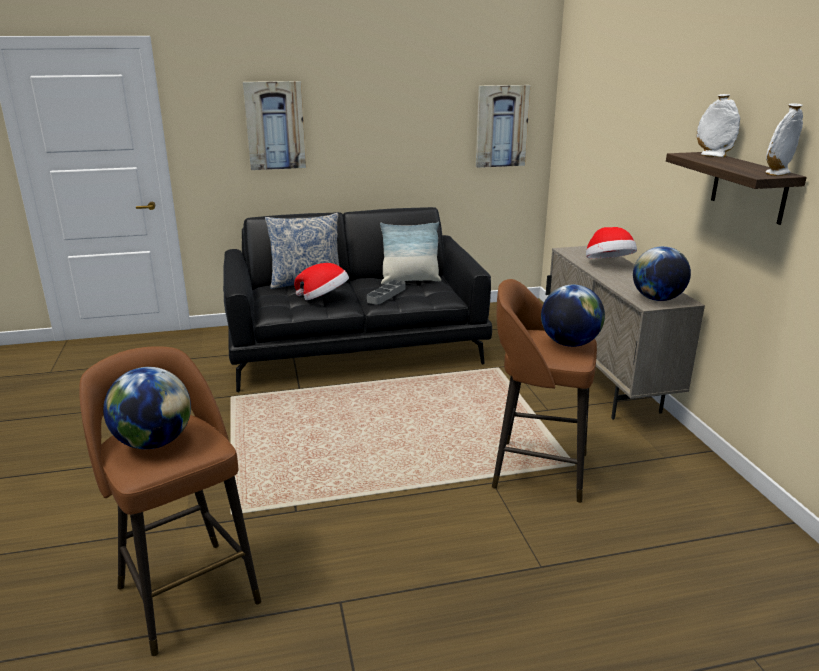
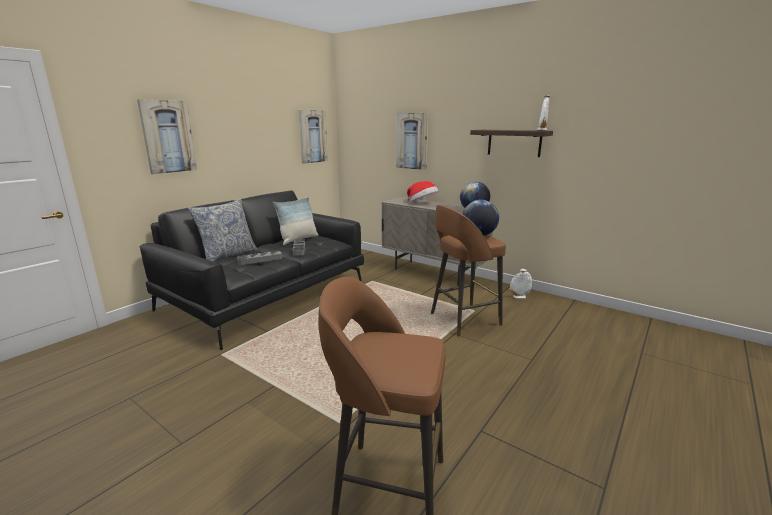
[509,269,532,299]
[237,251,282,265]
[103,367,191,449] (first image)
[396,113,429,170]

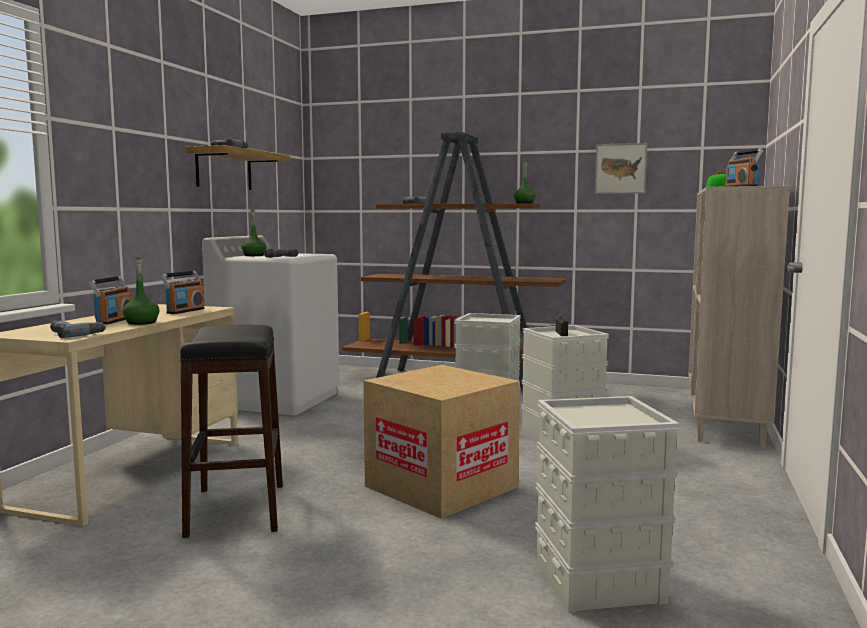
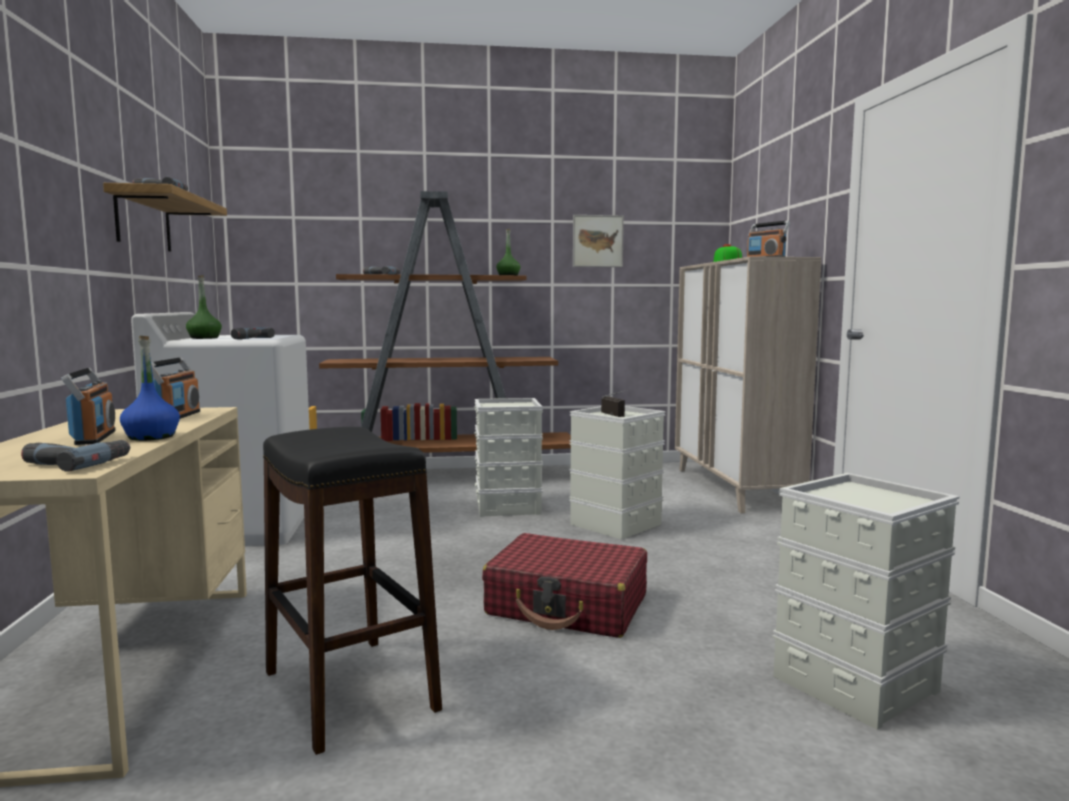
[120,336,180,441]
[482,533,647,638]

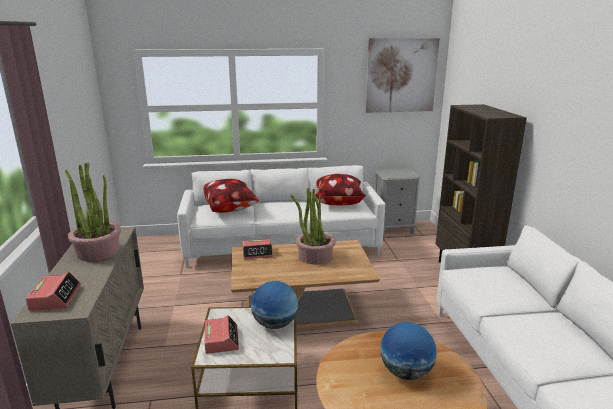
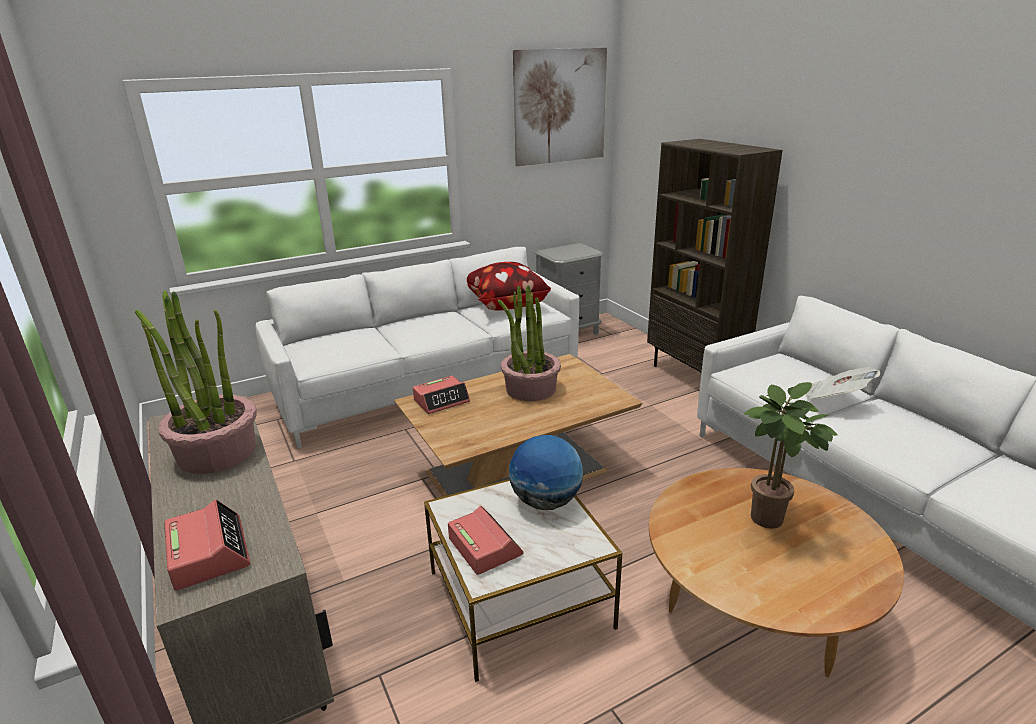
[204,179,259,213] (first image)
[744,382,837,529]
[806,367,880,400]

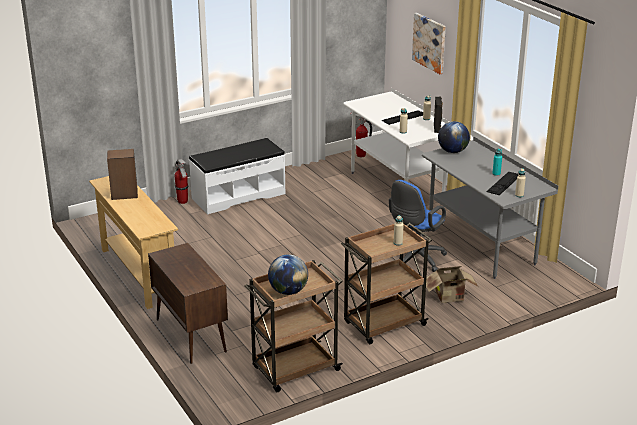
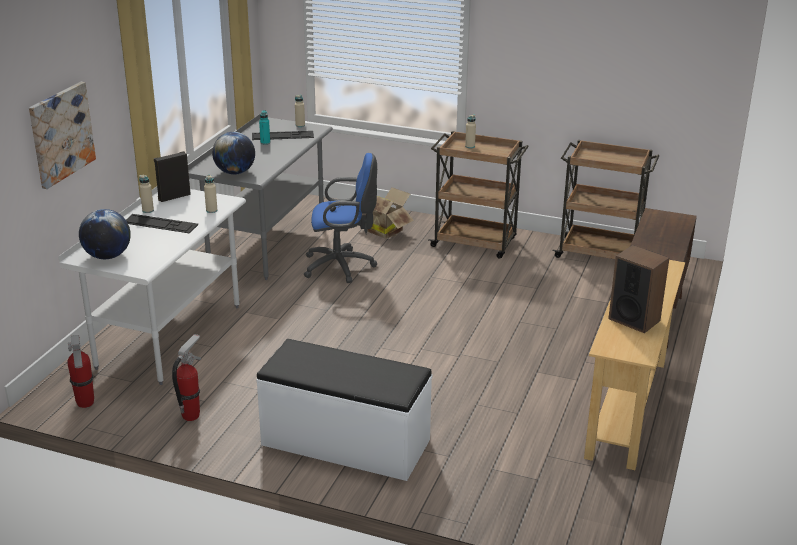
[172,334,201,421]
[79,209,131,259]

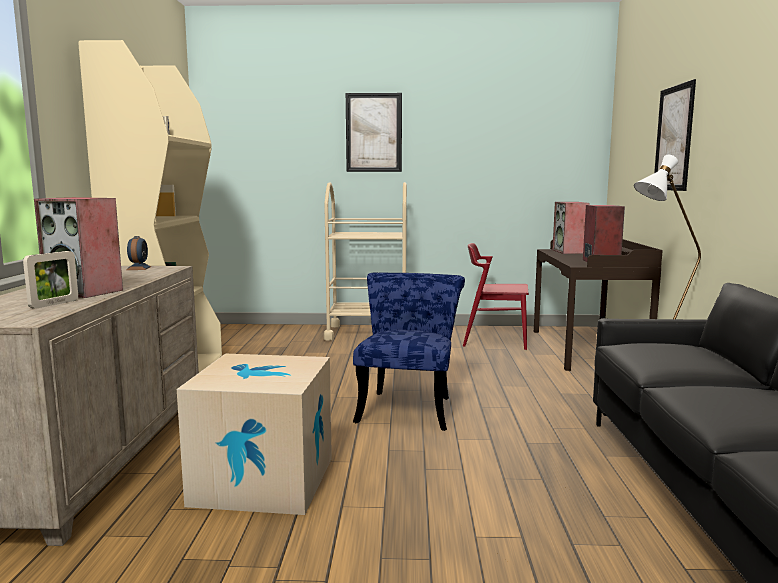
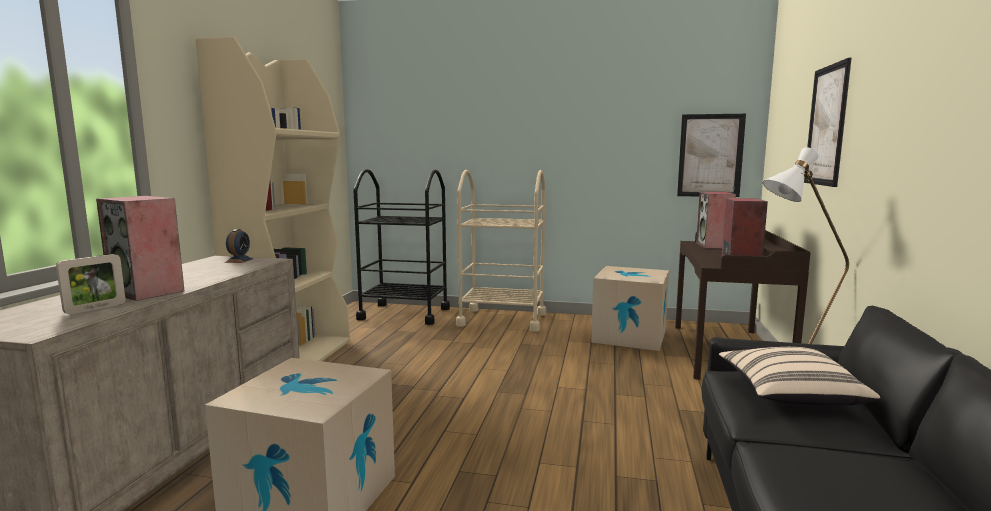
[677,114,746,197]
[591,266,669,351]
[353,273,465,431] (first image)
[354,169,450,325]
[719,347,880,406]

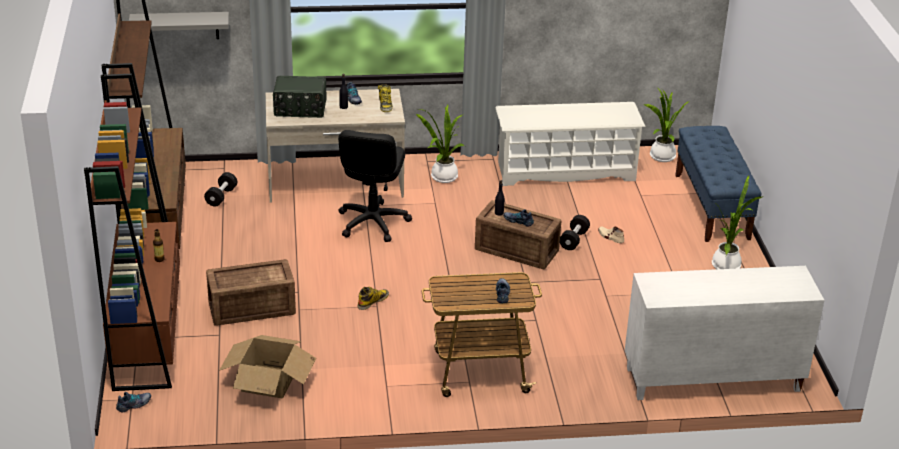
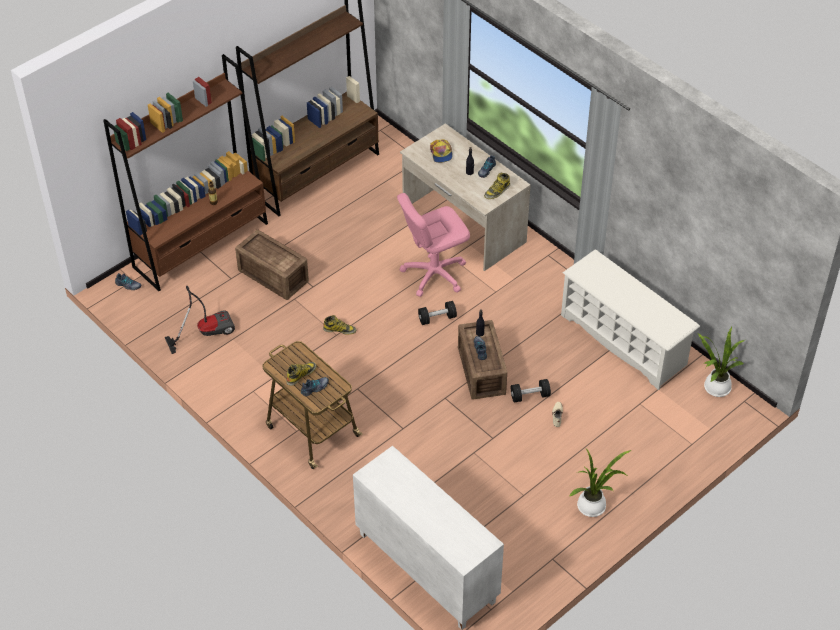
[129,12,229,39] (first image)
[430,139,453,163]
[416,105,465,183] (first image)
[675,126,761,242] (first image)
[397,193,470,297]
[418,301,457,325]
[165,286,235,354]
[286,362,317,386]

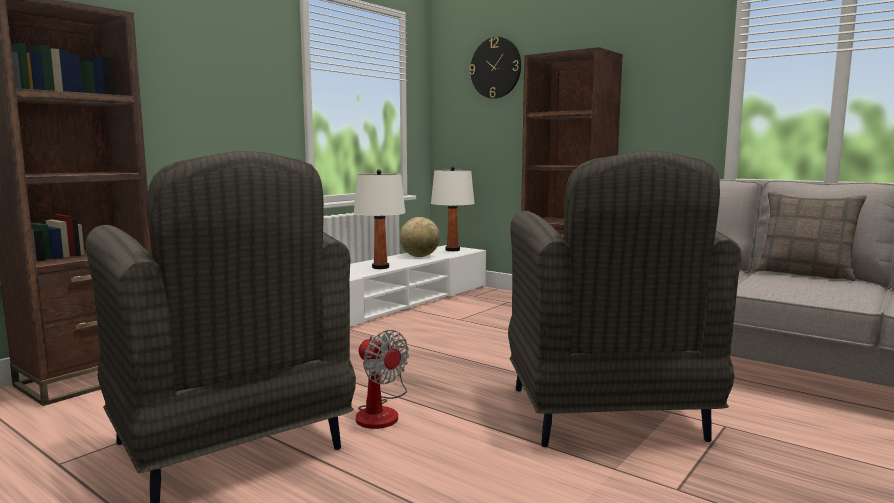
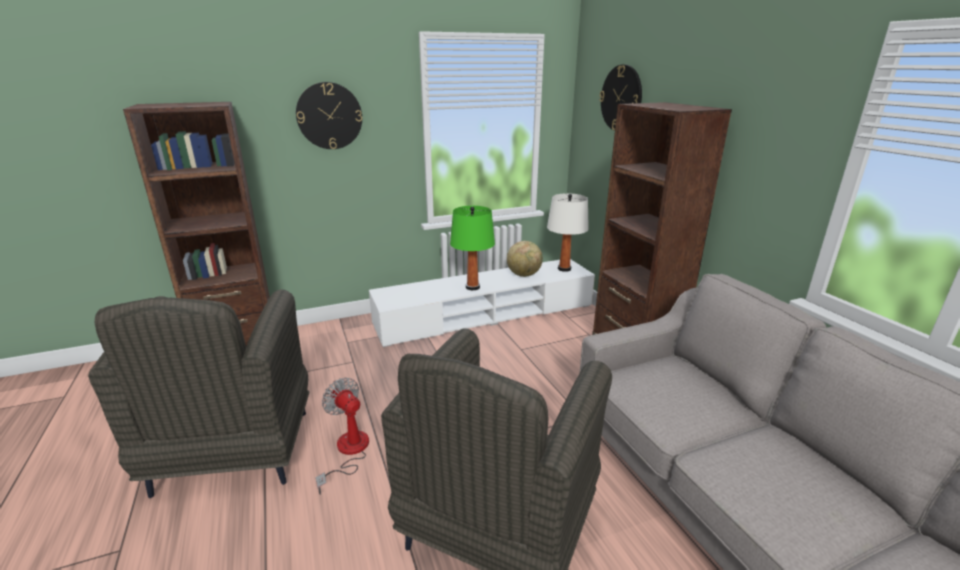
[450,206,495,290]
[756,191,867,281] (first image)
[315,378,369,495]
[296,82,362,149]

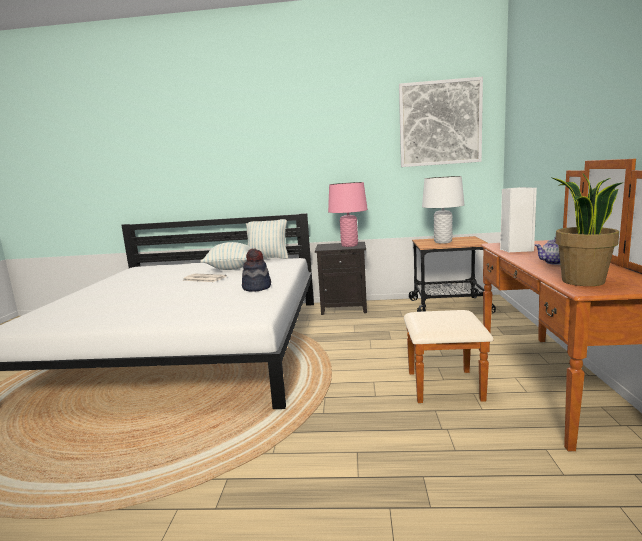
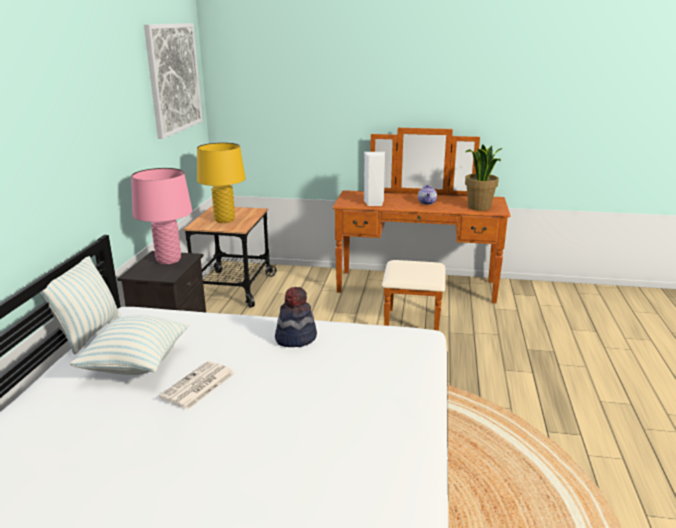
[197,143,246,223]

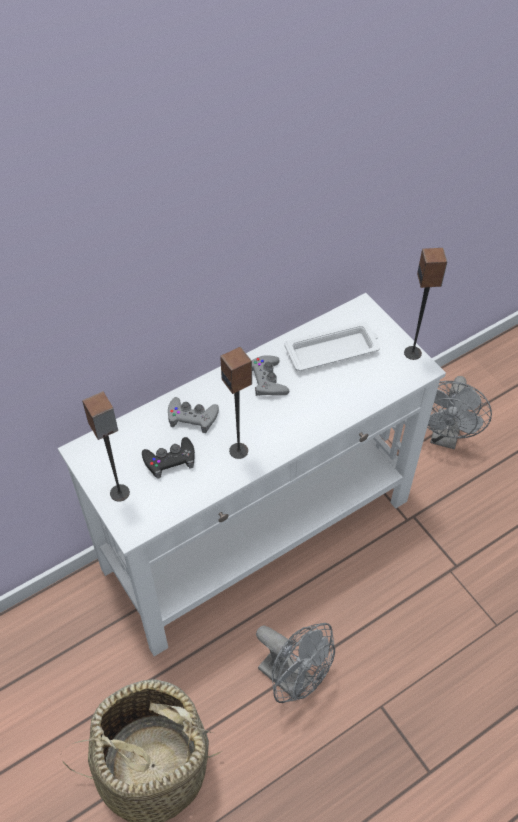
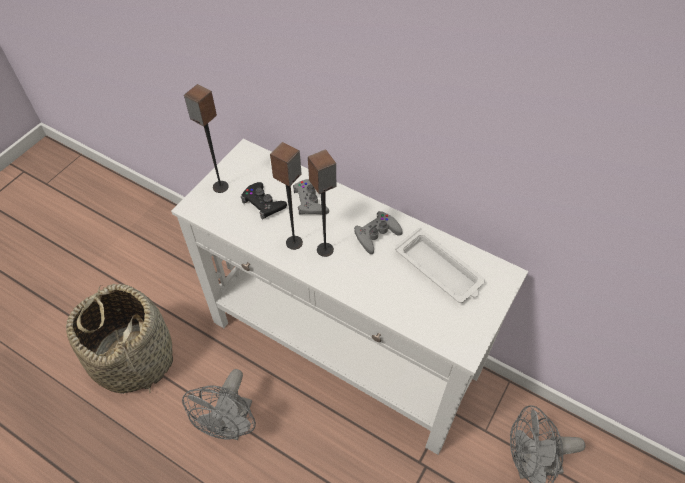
[308,149,336,257]

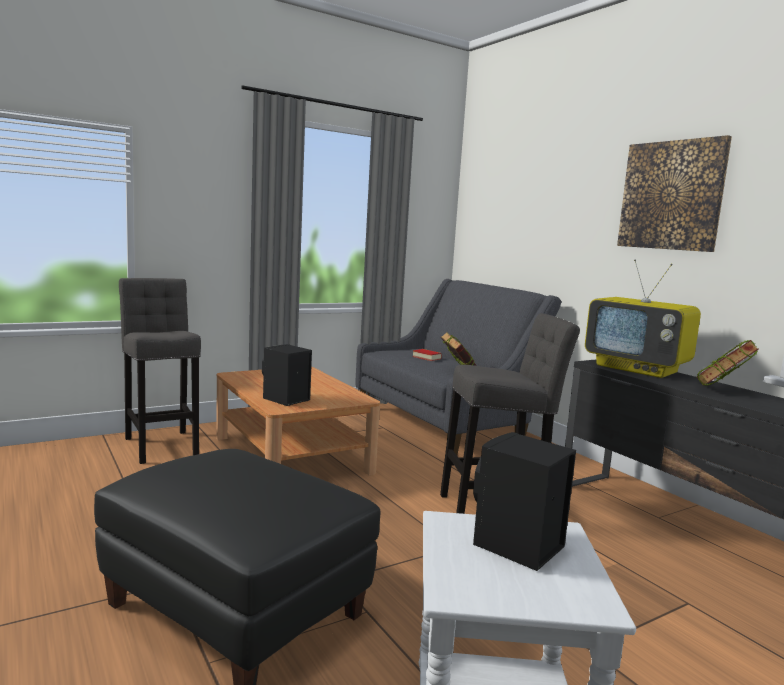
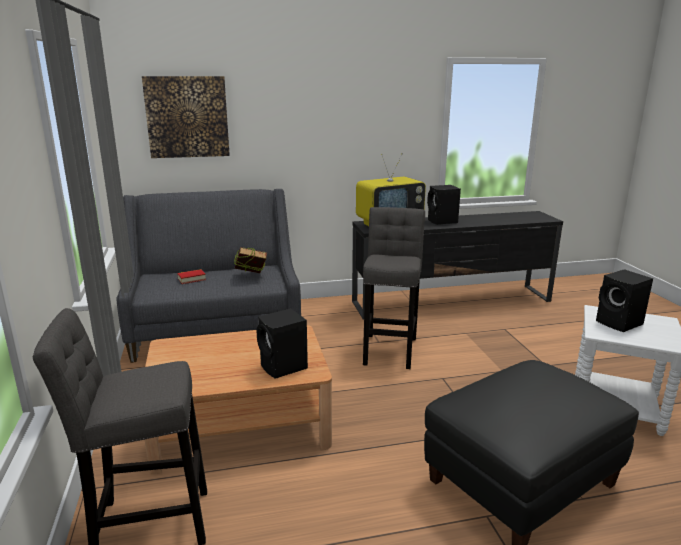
[142,76,230,158]
[427,185,461,225]

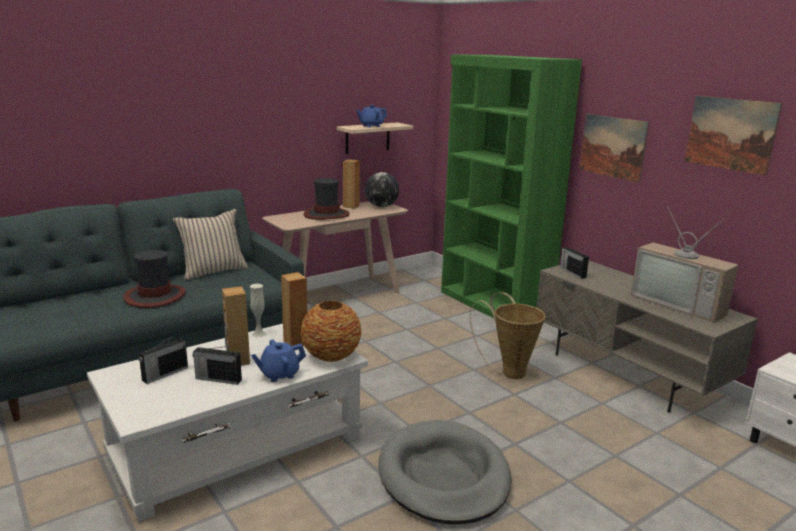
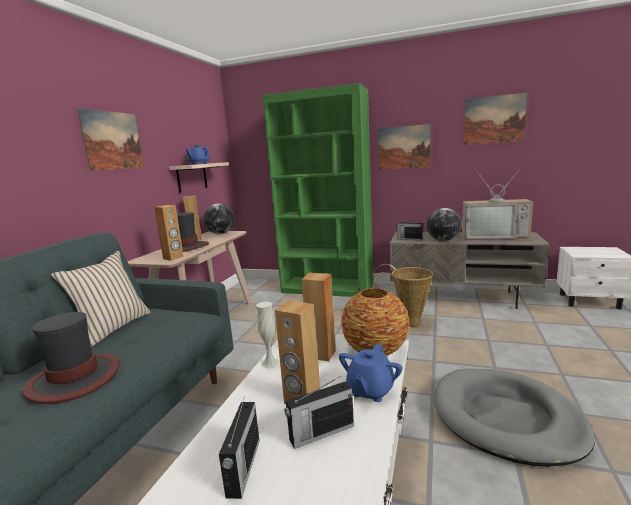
[77,108,144,171]
[154,205,184,261]
[427,208,462,241]

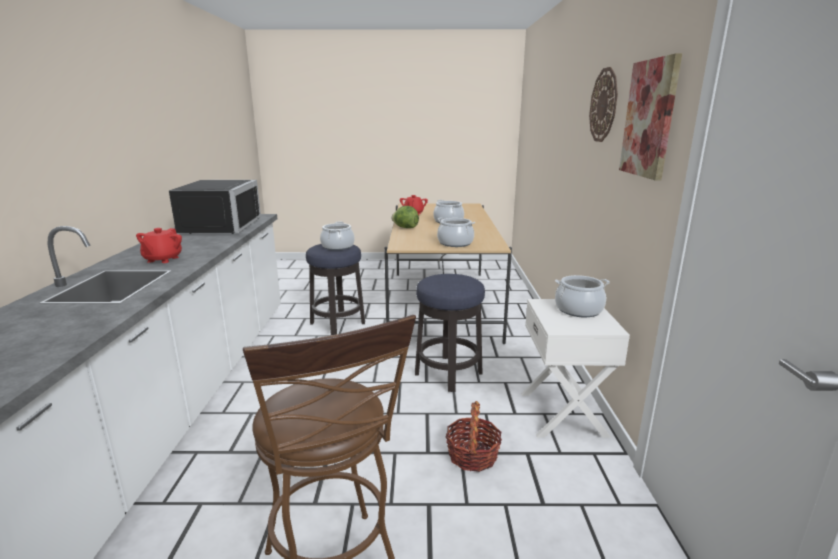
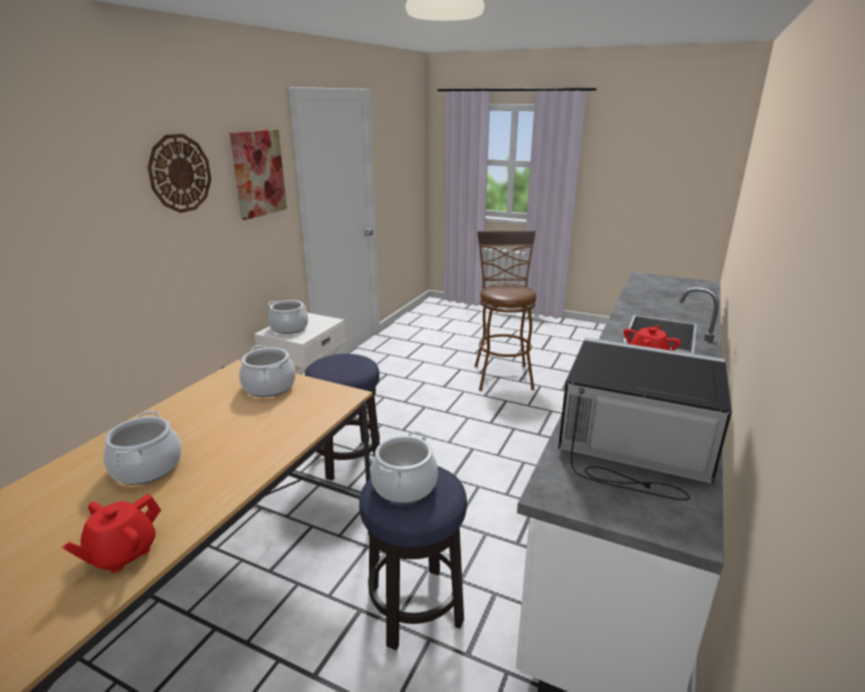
[558,337,732,500]
[391,206,419,228] (first image)
[446,401,502,472] (first image)

